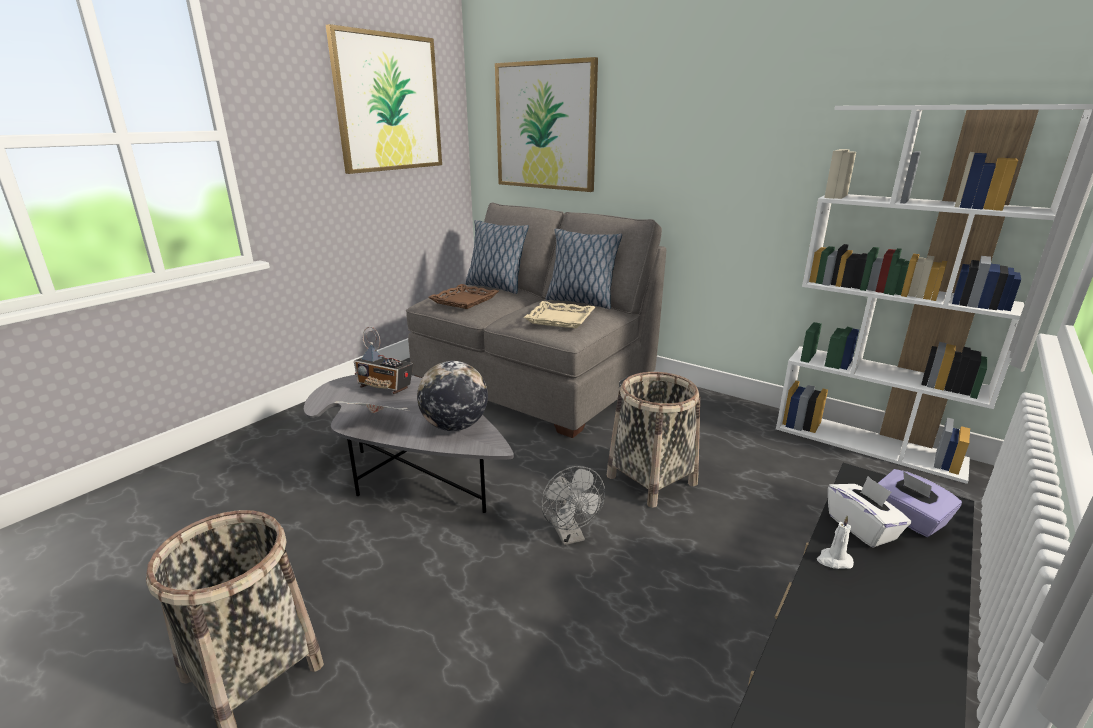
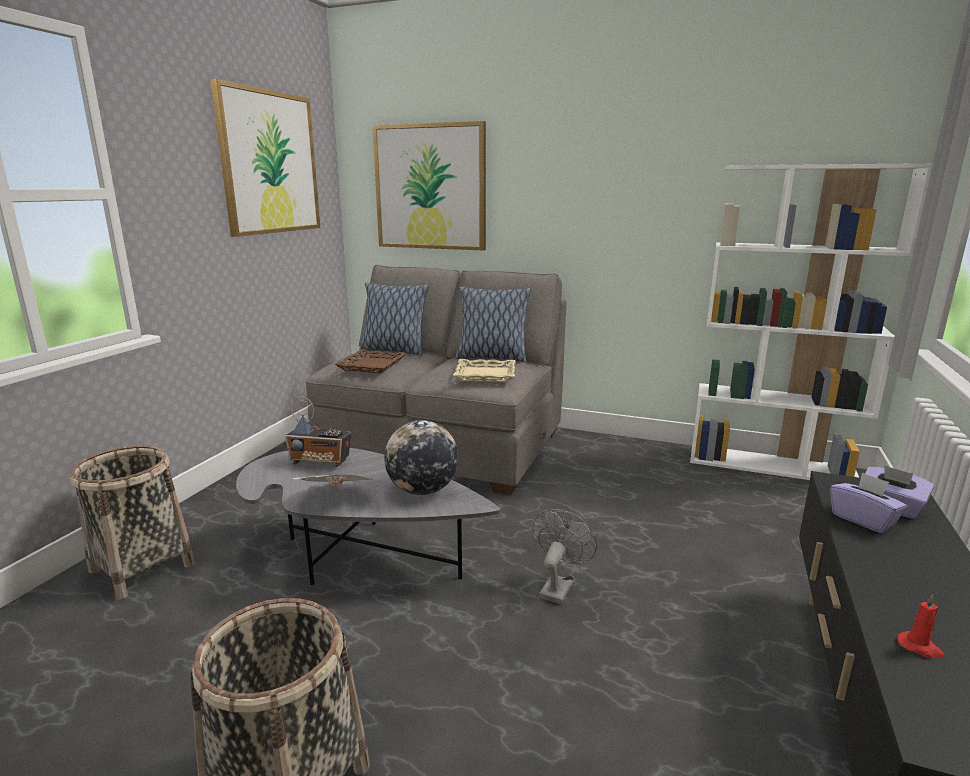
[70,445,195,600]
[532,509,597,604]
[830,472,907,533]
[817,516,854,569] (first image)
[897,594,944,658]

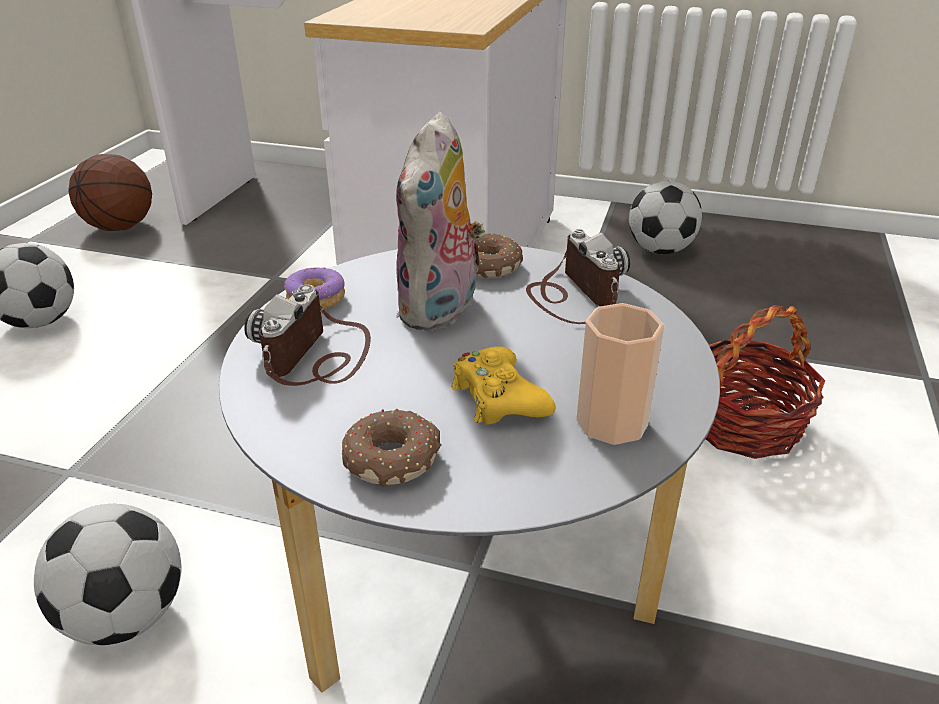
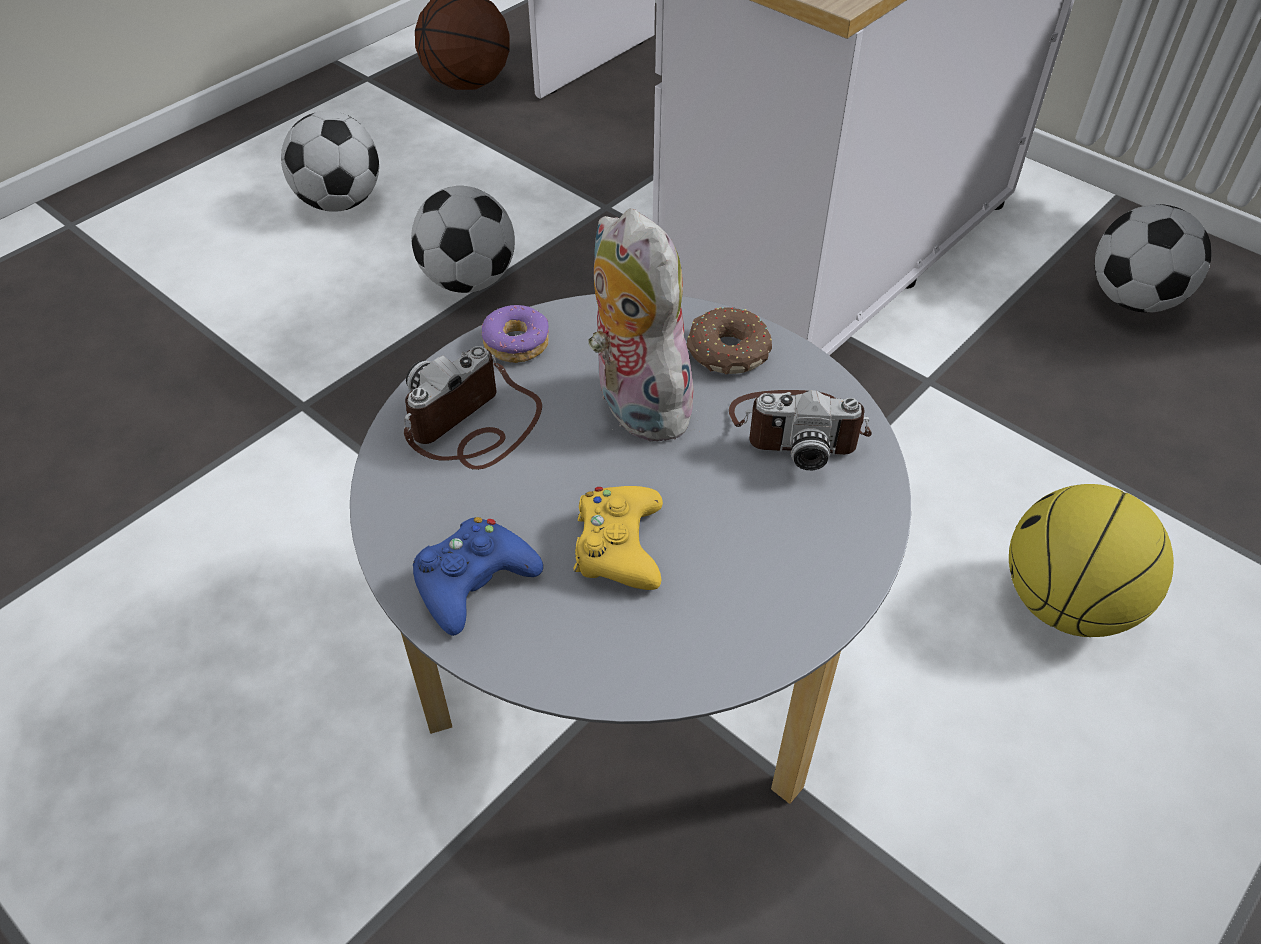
[588,208,700,442]
[729,390,872,470]
[576,303,664,445] (first image)
[1009,484,1174,637]
[413,517,543,636]
[411,186,515,293]

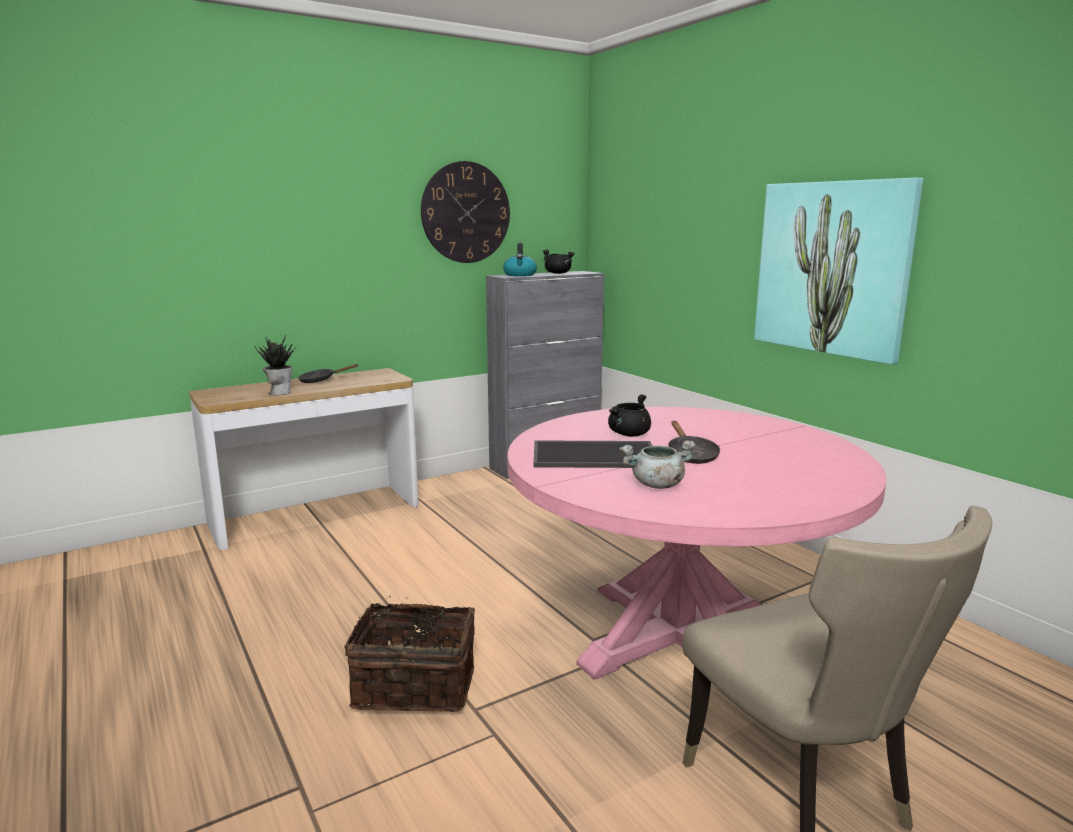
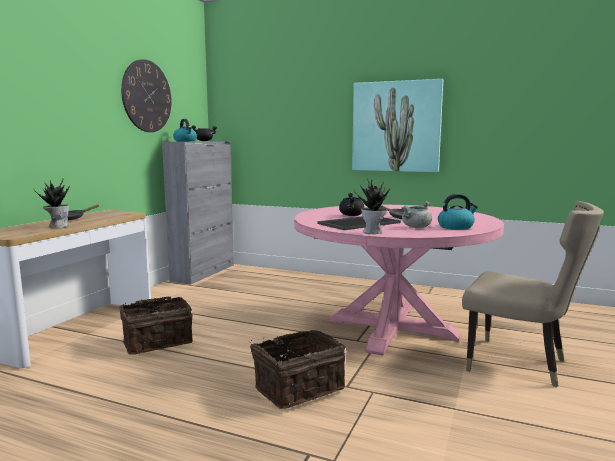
[354,179,390,234]
[438,194,478,230]
[119,297,193,355]

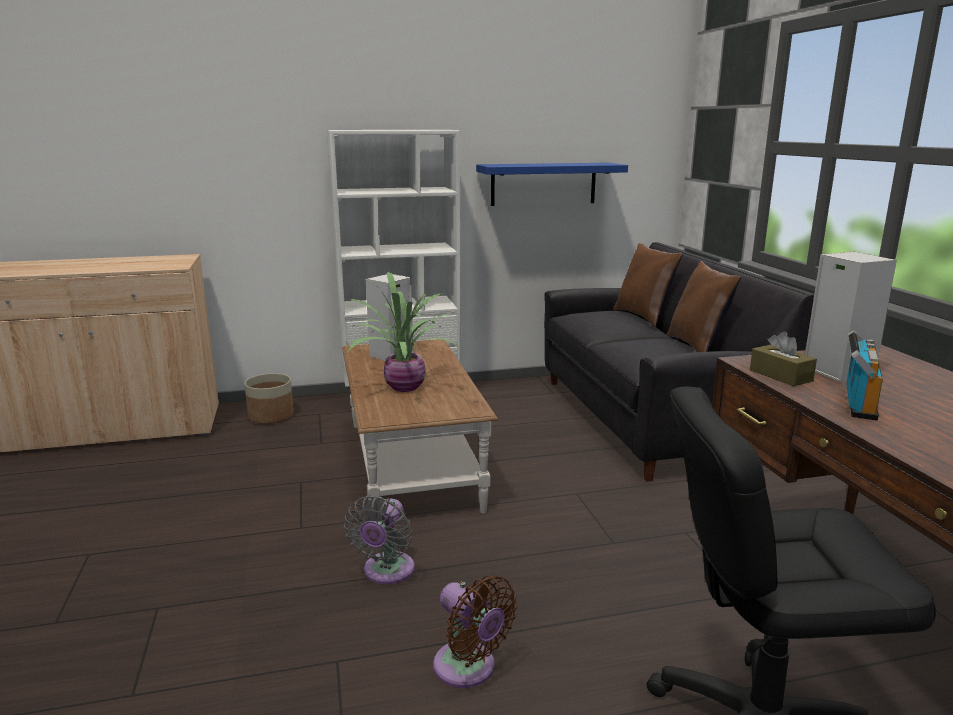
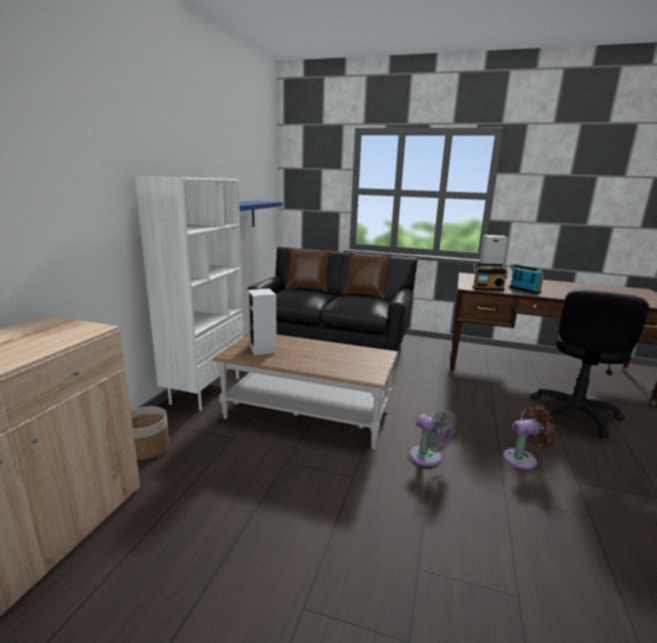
[347,272,458,392] (first image)
[472,263,508,291]

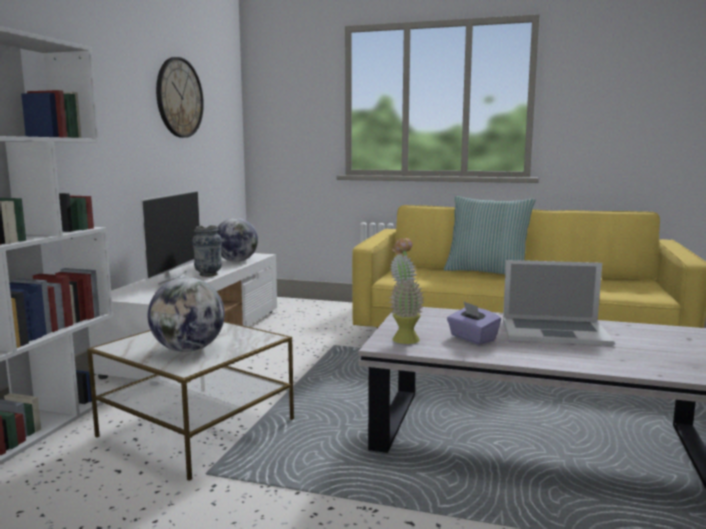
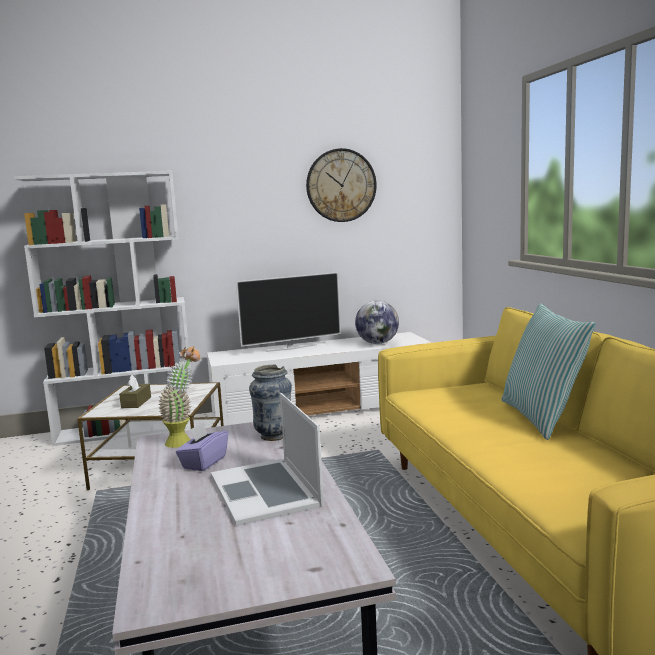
[249,365,292,441]
[119,375,151,408]

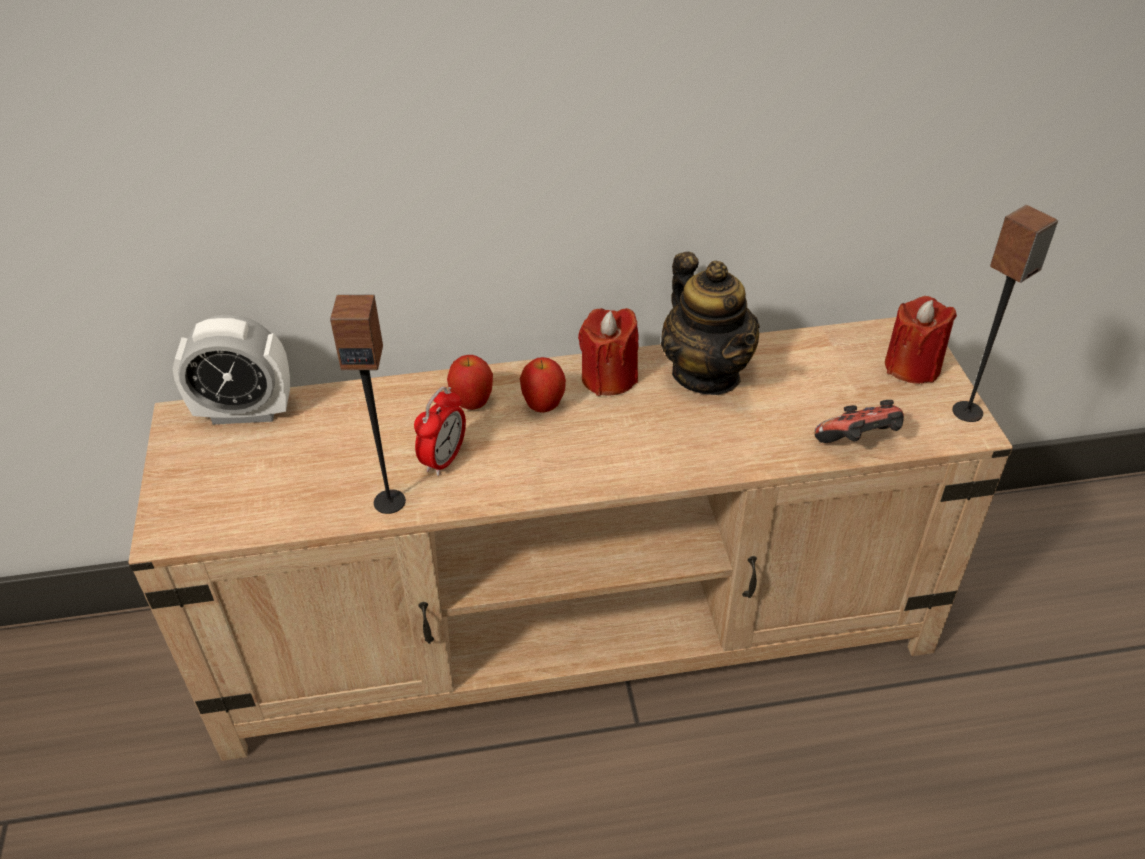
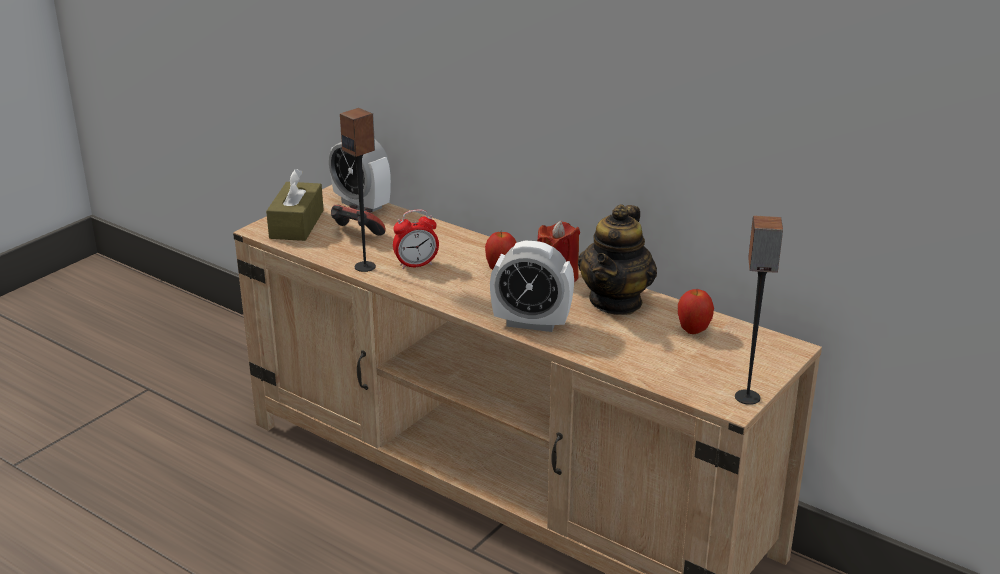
[885,296,957,384] (first image)
[678,289,714,334]
[331,204,385,236]
[266,169,324,241]
[490,241,574,332]

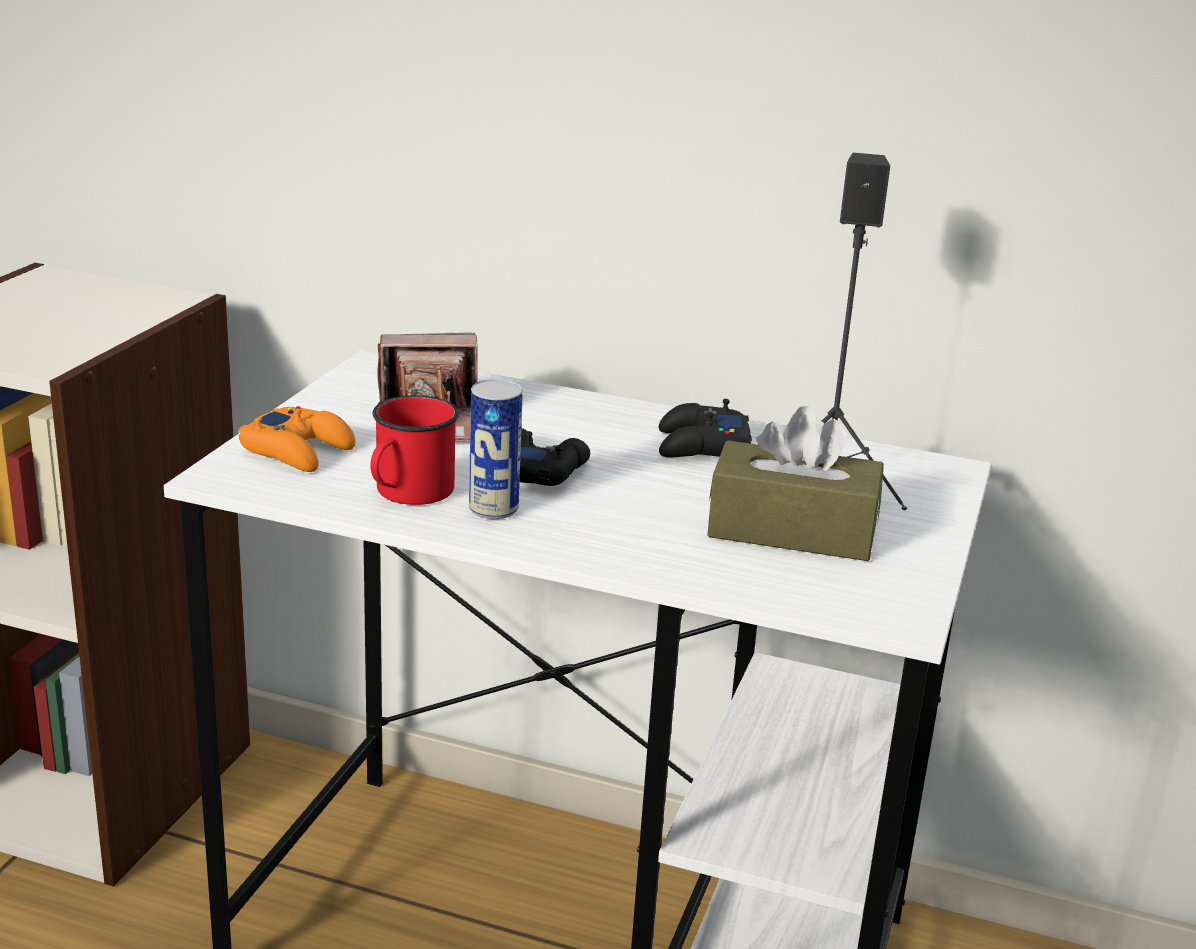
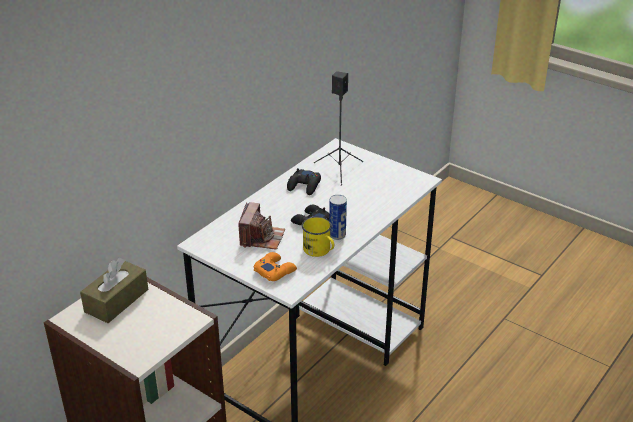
[302,217,334,257]
[80,258,148,323]

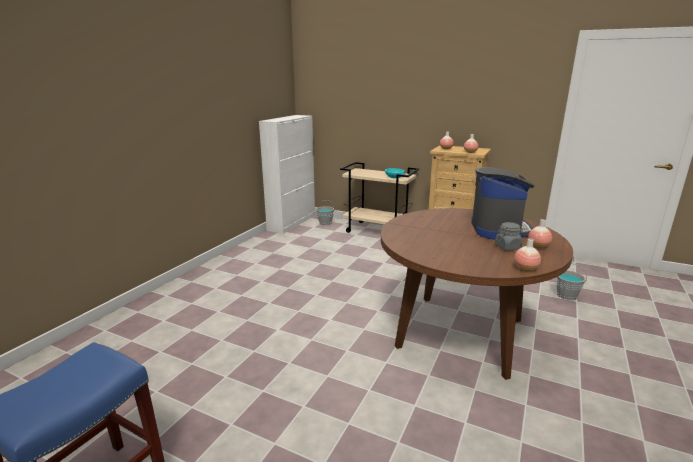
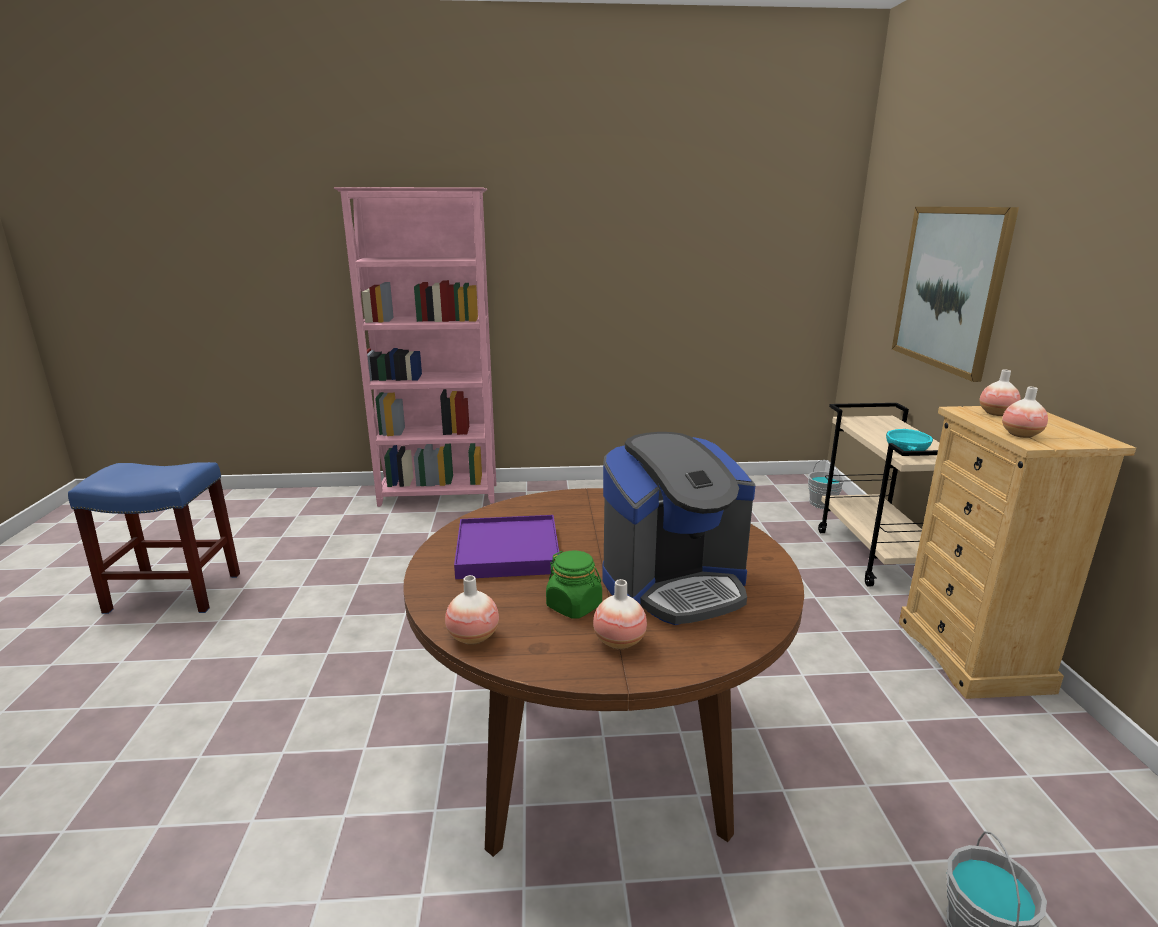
[259,115,315,234] (first image)
[546,551,602,619]
[334,187,496,507]
[892,207,1019,382]
[454,515,560,579]

